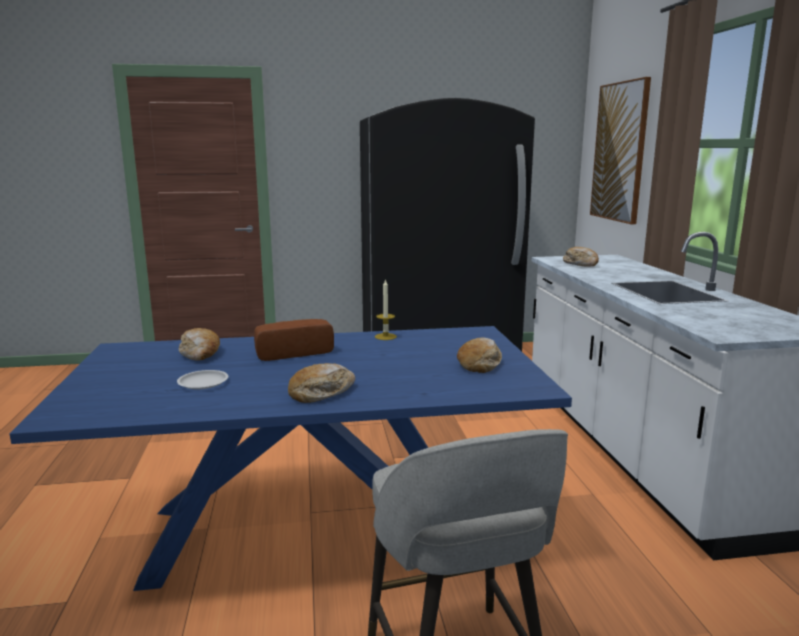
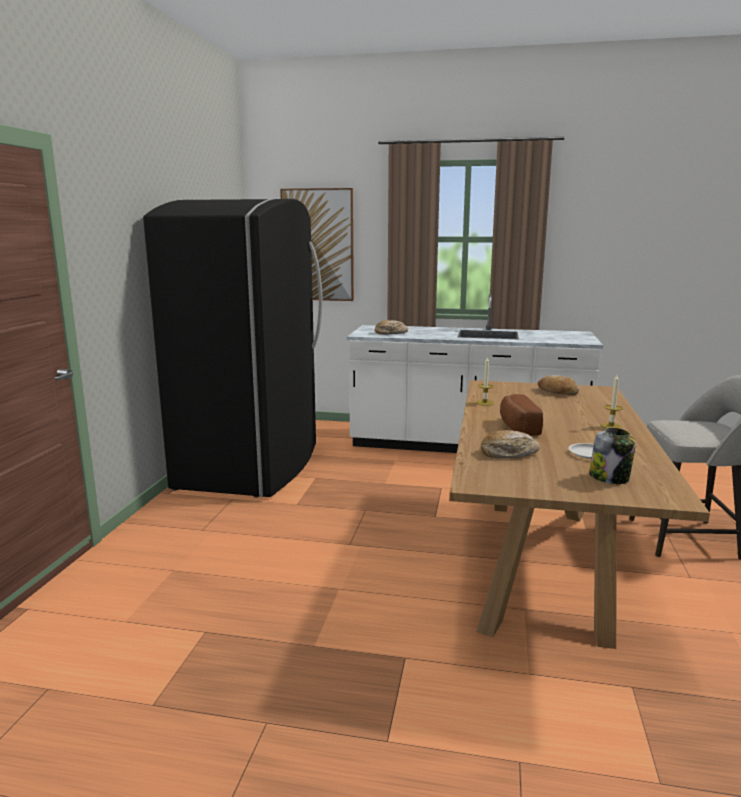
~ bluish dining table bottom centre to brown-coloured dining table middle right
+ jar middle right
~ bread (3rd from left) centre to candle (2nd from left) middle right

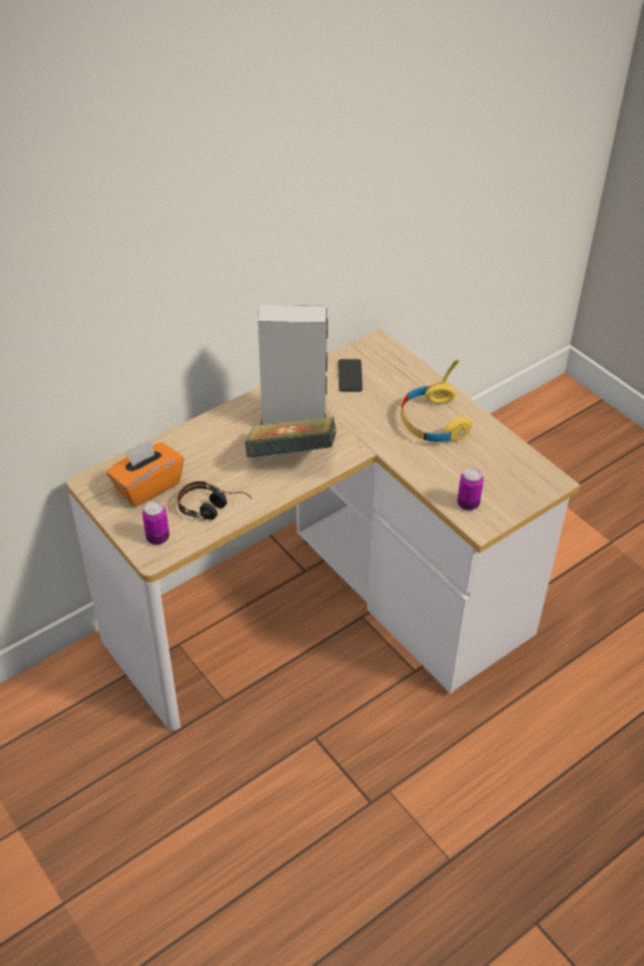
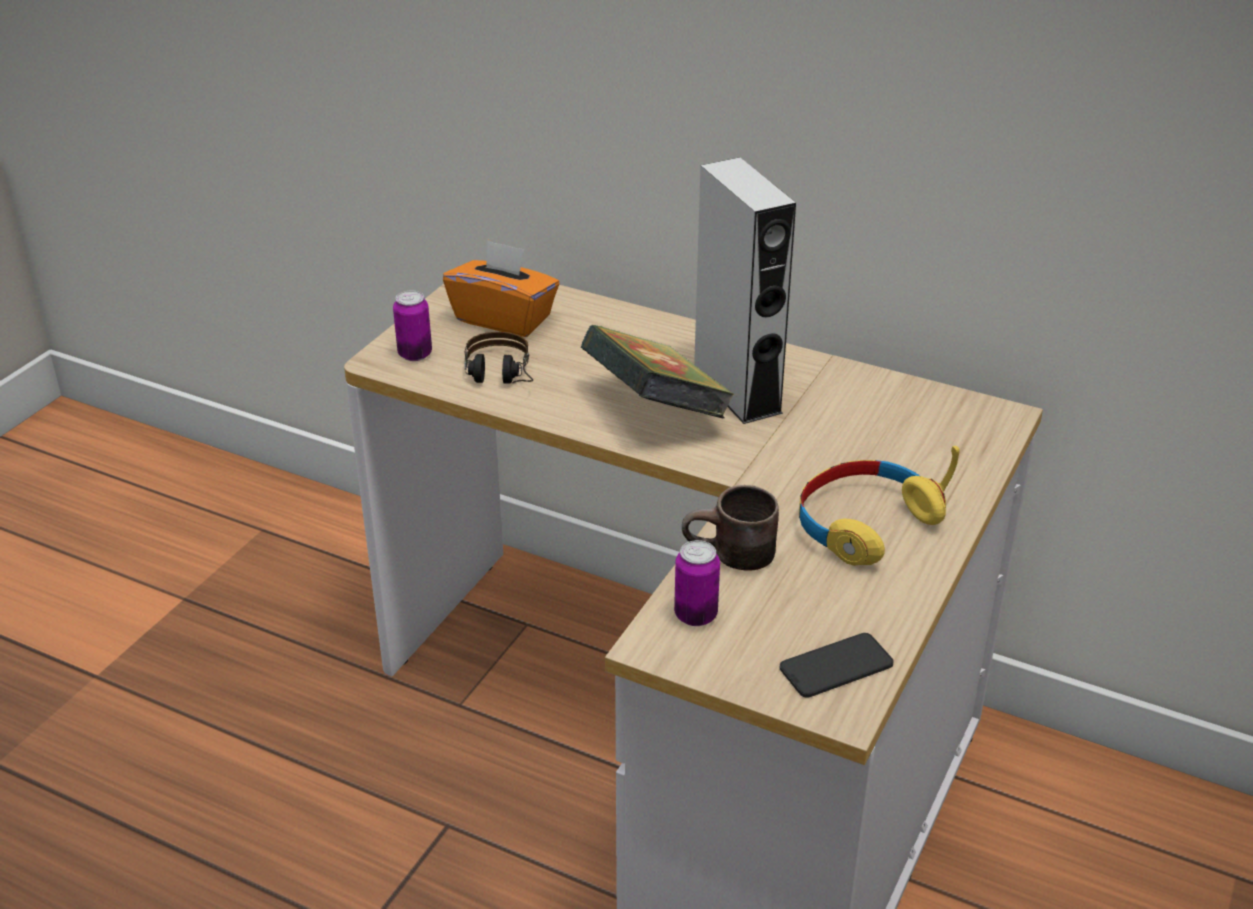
+ brown-coloured coffee mug centre
~ phone centre to bottom right

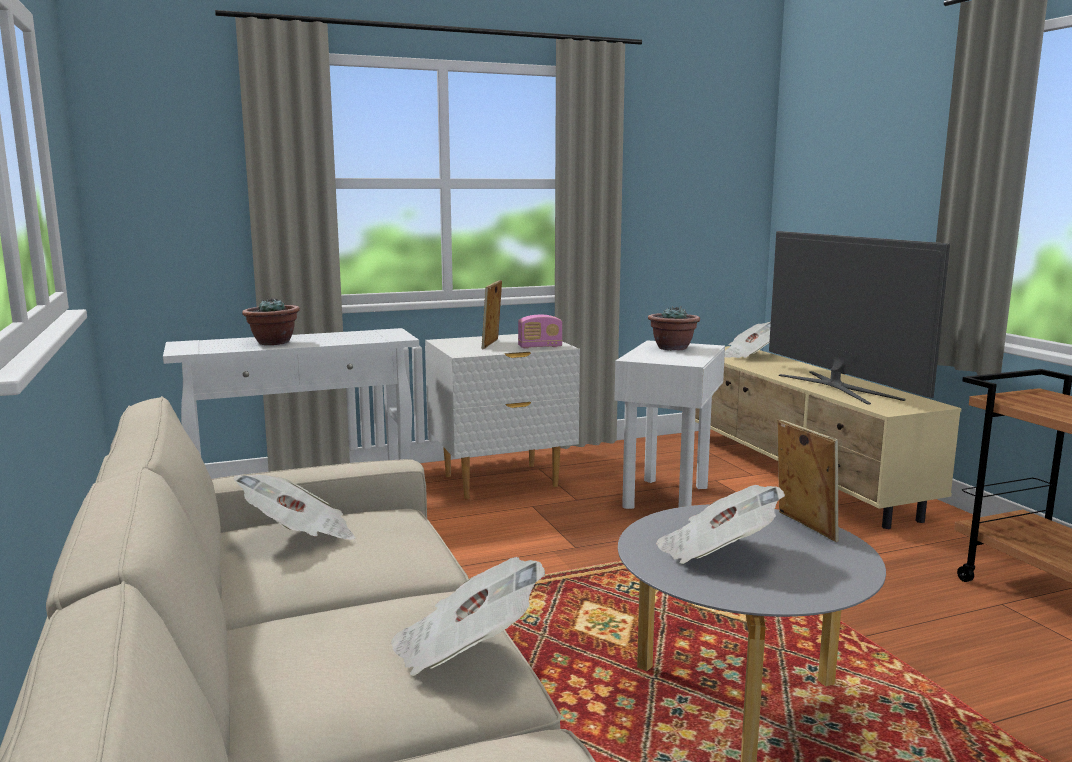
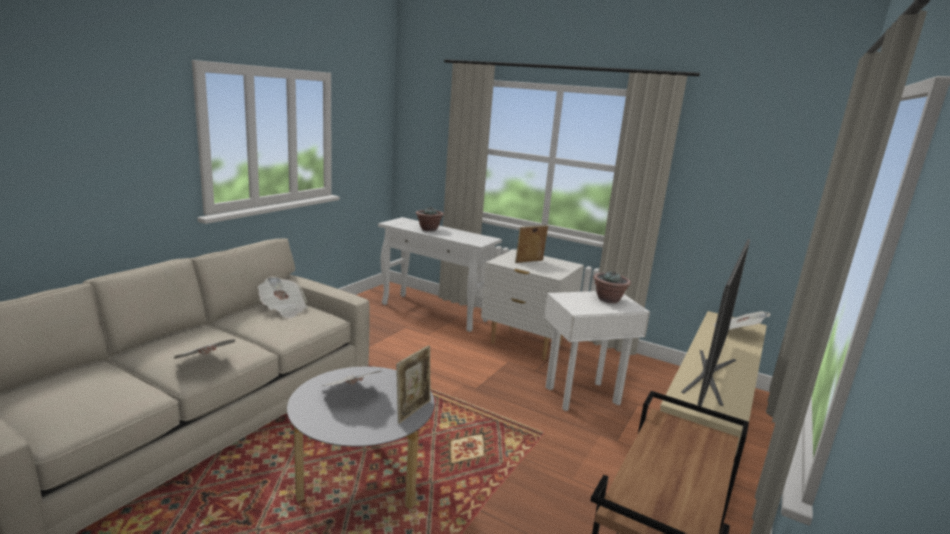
- radio centre

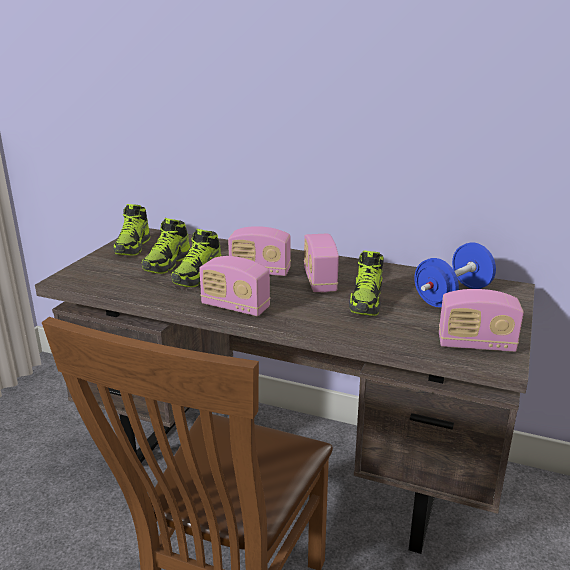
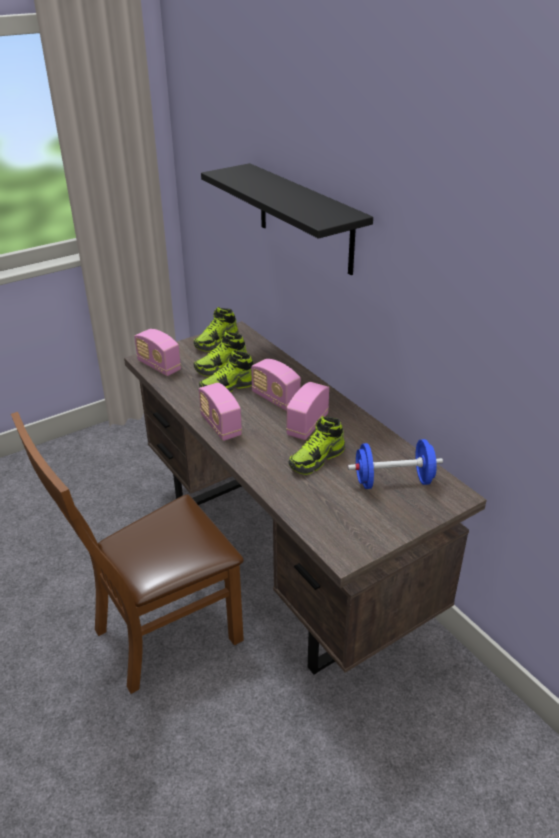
~ radio (4th from left in the first image) middle right to radio (1st from left) middle left
+ black shelf top centre

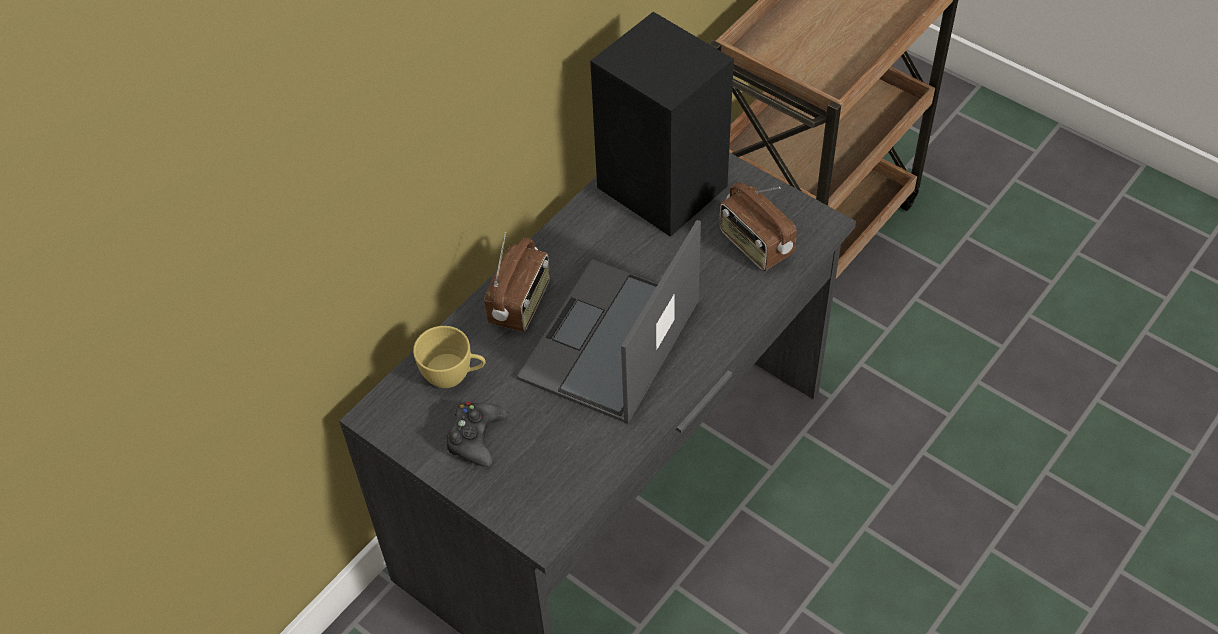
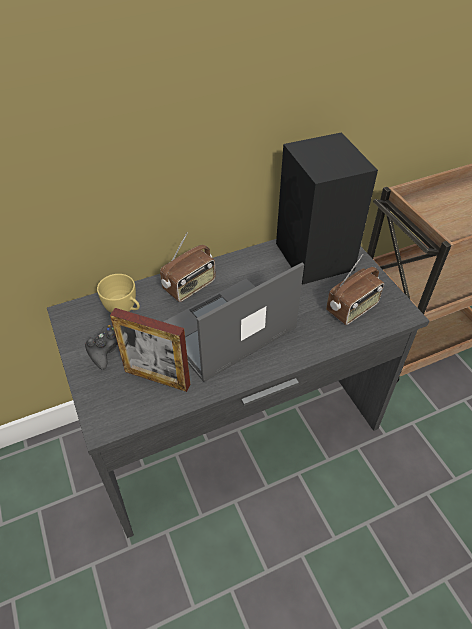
+ standing frame middle left
~ radio (2nd from left) centre = middle right 120 degrees counterclockwise

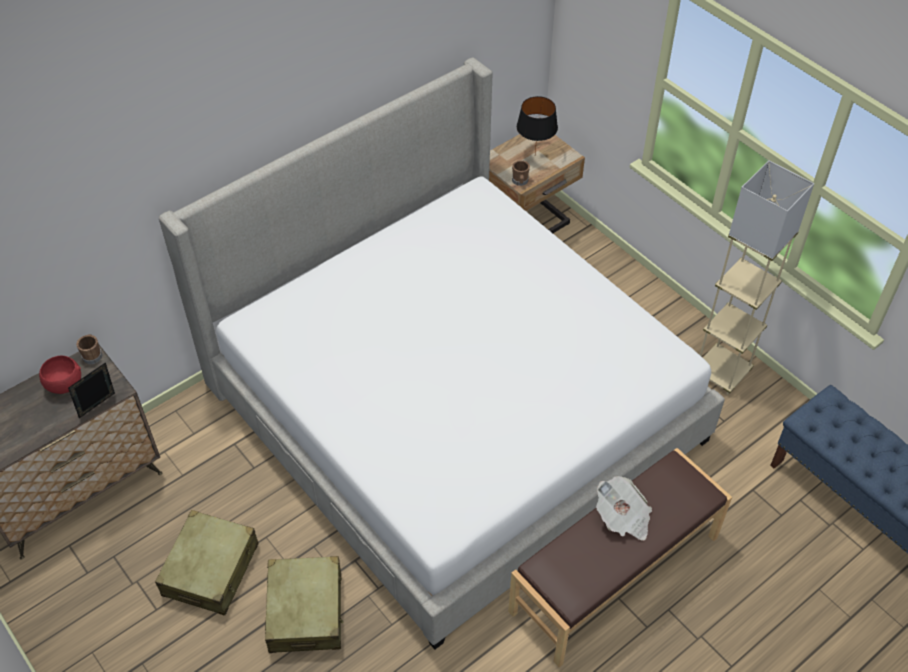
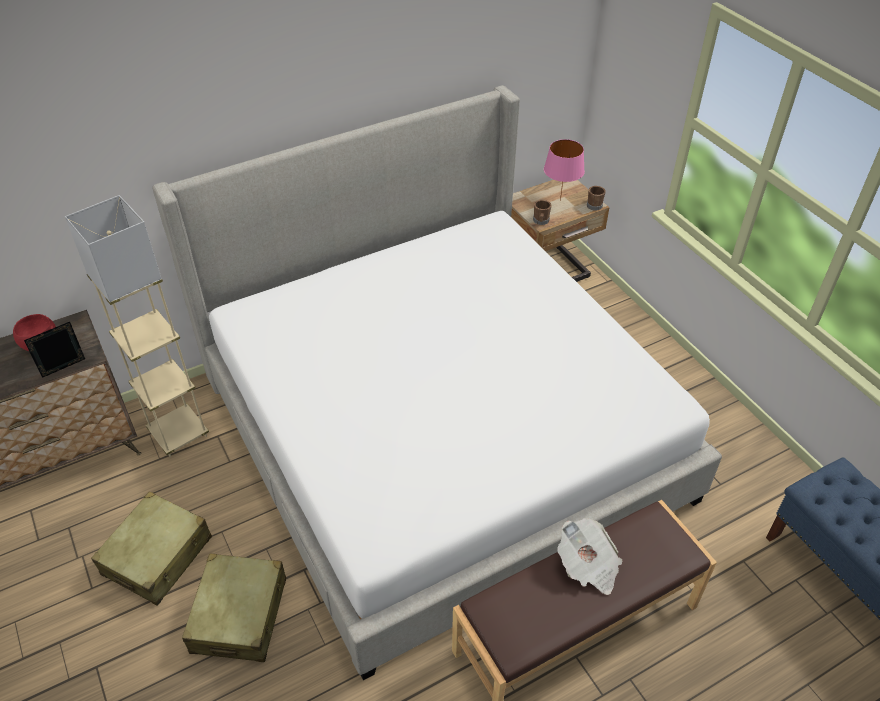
~ beige-coloured standard lamp middle right to middle left
~ black lamp for a table top centre to pink lamp for a table top centre
~ brown-coloured coffee mug (1st from left in the first image) middle left to brown-coloured coffee mug (2nd from left) top right

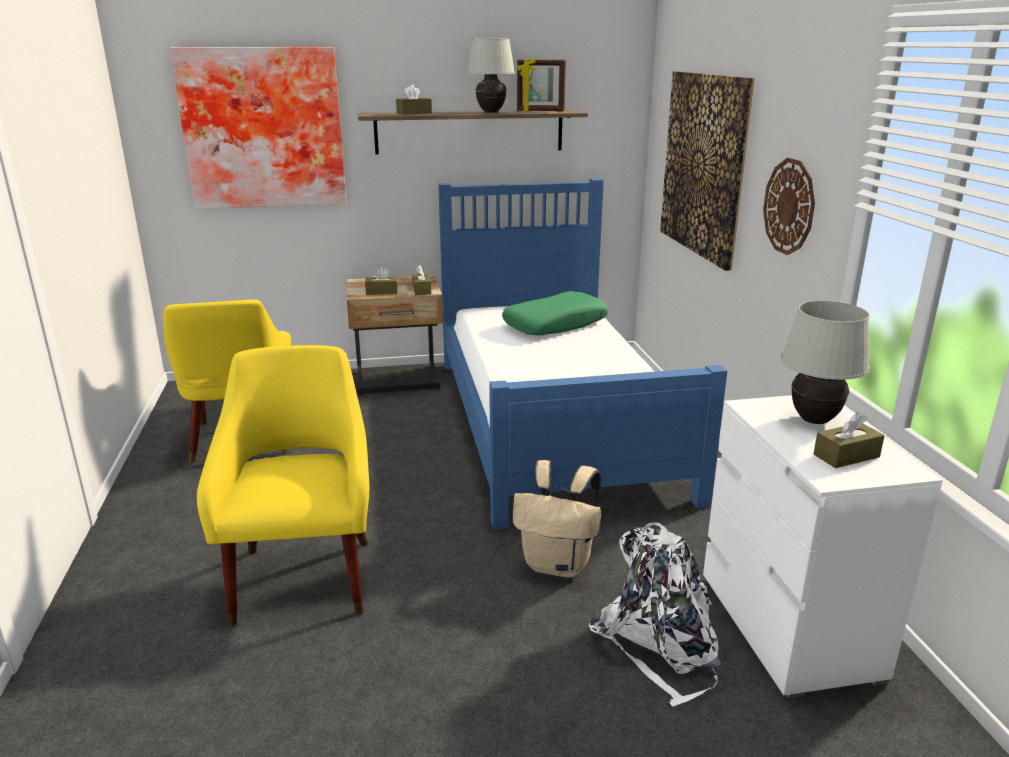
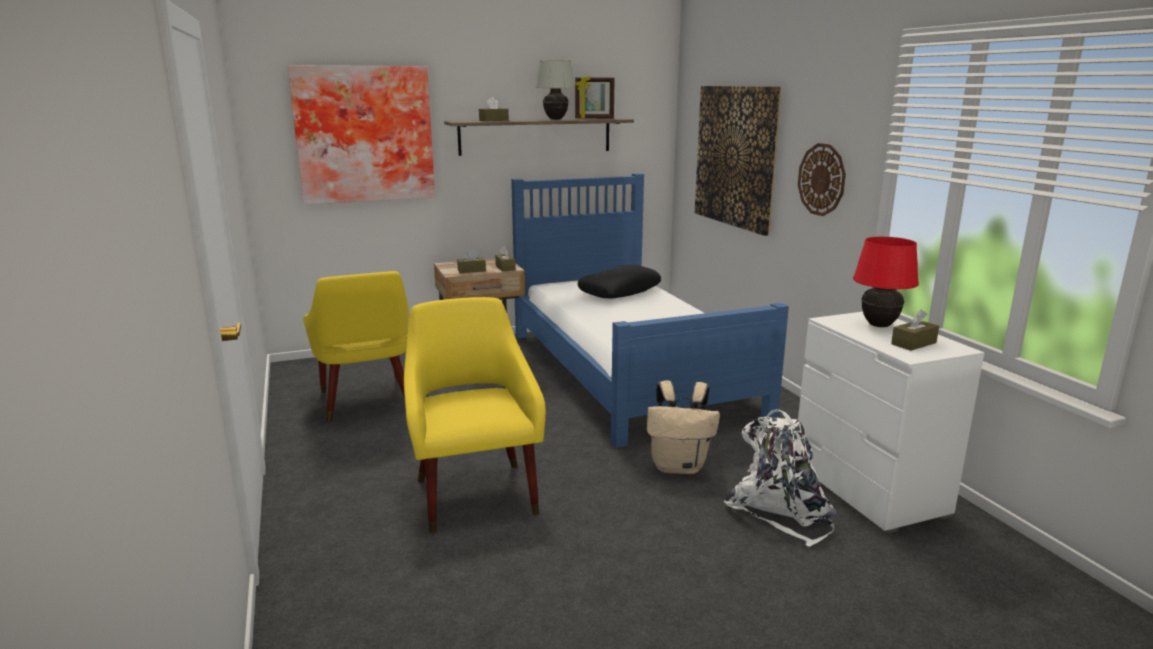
~ greenish throw pillow centre to black throw pillow centre
~ white-coloured lamp for a table (2nd from left) middle right to red lamp for a table middle right

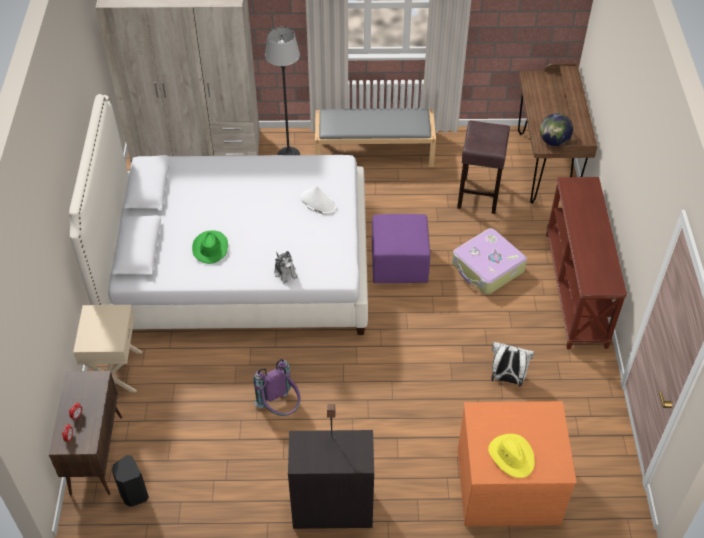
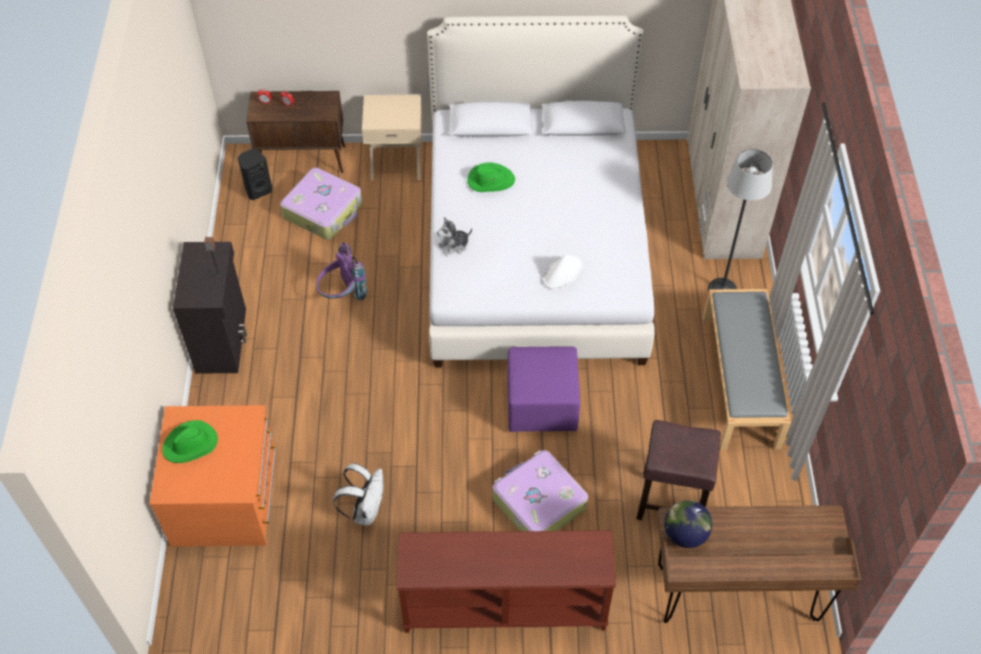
~ yellow-coloured hat bottom right to greenish hat (1st from left) bottom left
+ travel case (1st from left) top left

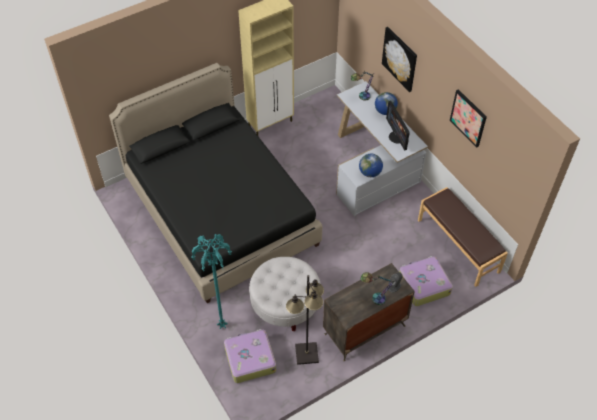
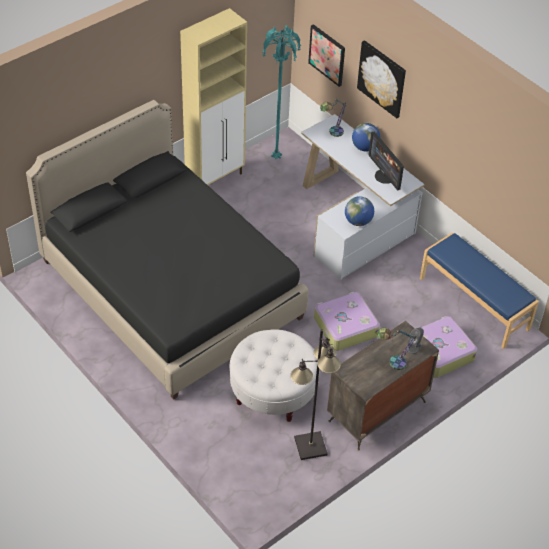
~ blue-green standard lamp bottom centre to top centre
~ wall art (2nd from left in the first image) top right to wall art (1st from left) top centre
~ travel case (1st from left) bottom centre to centre
~ brown-coloured indoor bench middle right to bluish indoor bench middle right

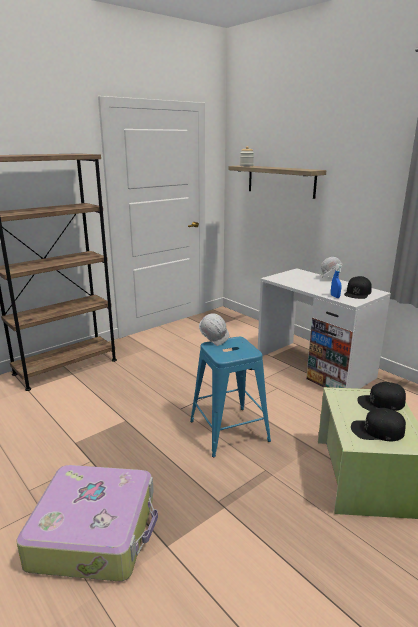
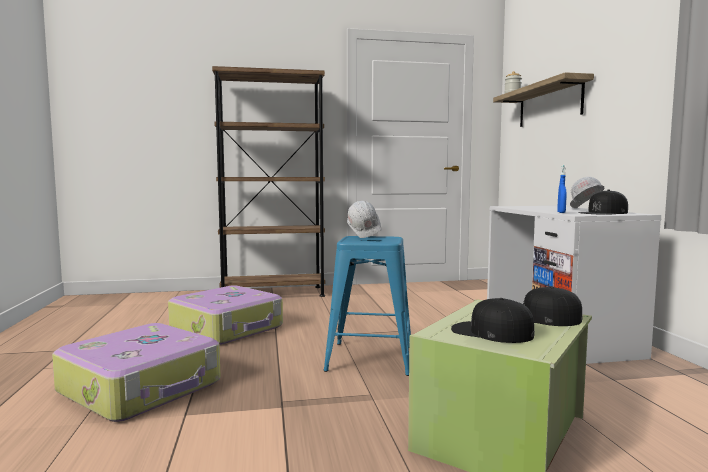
+ travel case (2nd from left) bottom left

